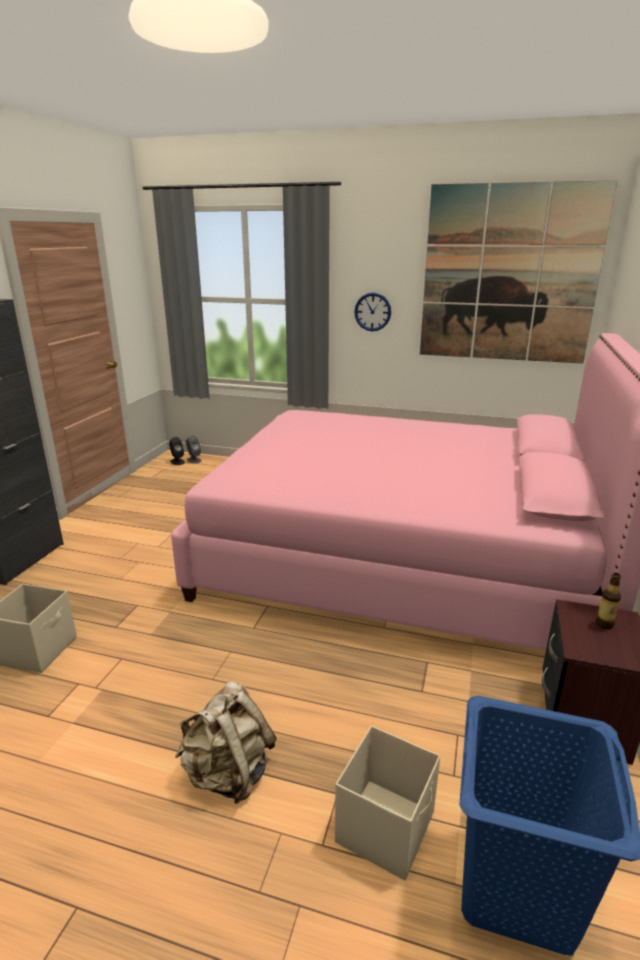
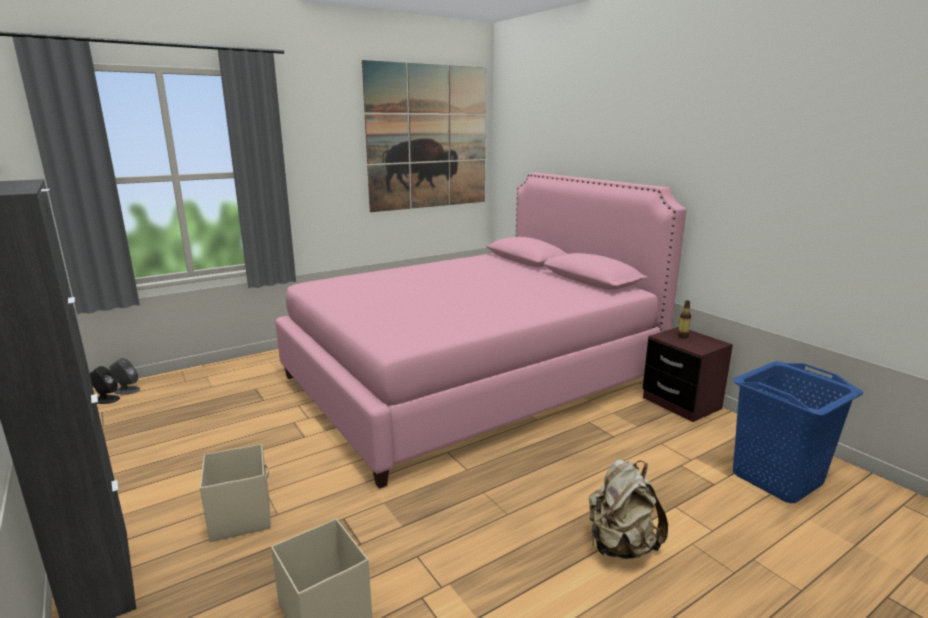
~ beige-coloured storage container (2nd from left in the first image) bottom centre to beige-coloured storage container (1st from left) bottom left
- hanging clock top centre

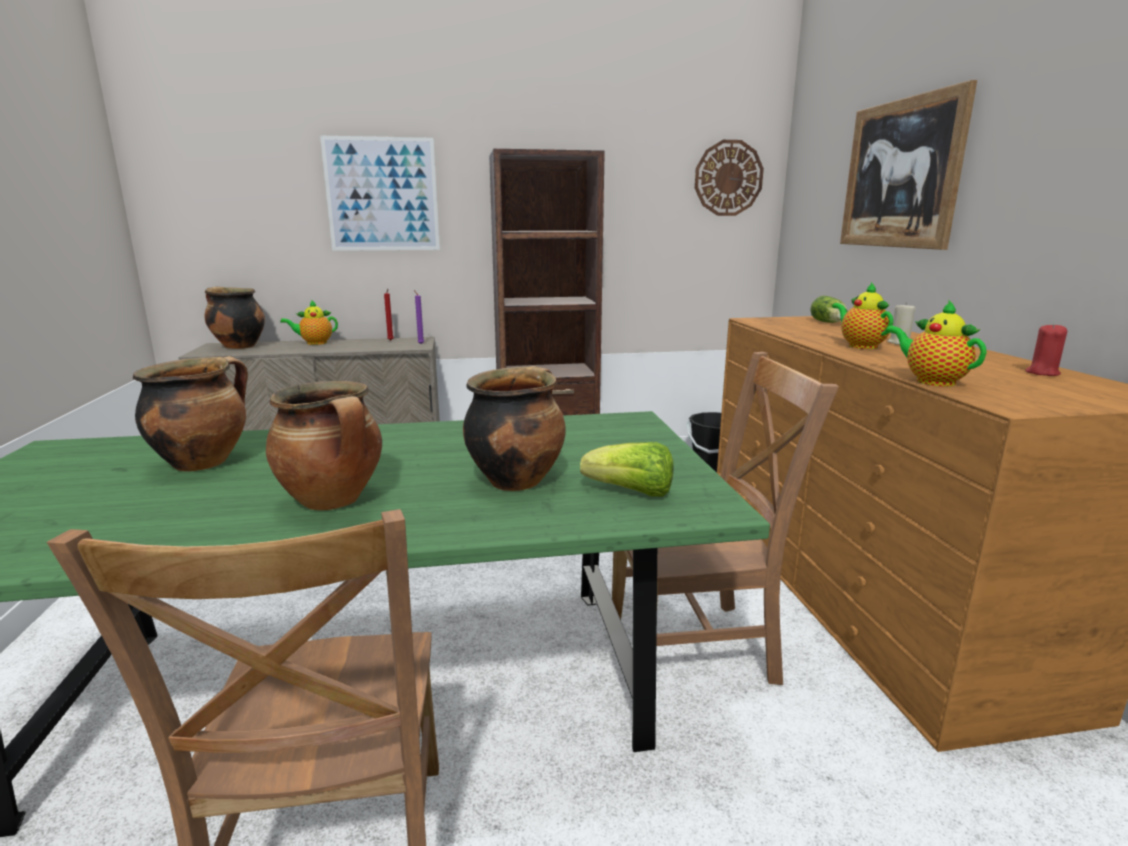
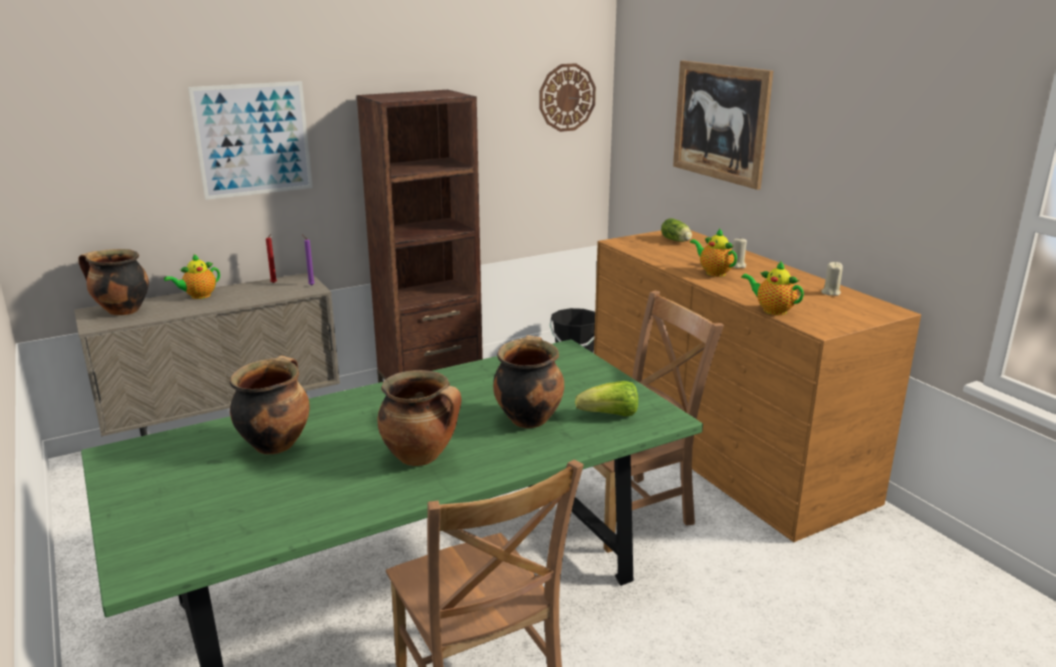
~ red candle (2nd from left) middle right to beige-coloured candle (2nd from left) middle right

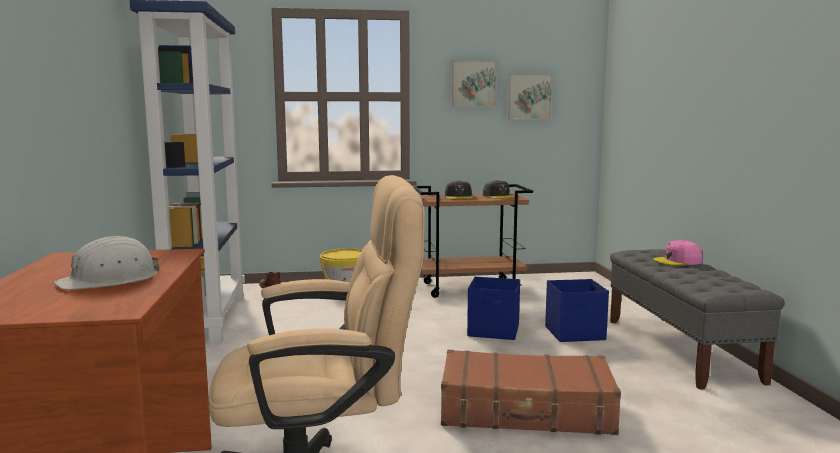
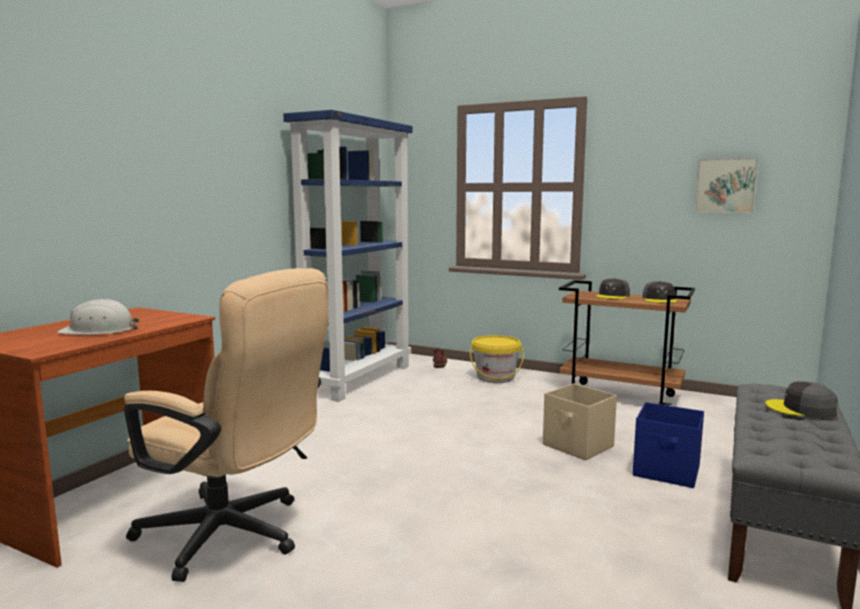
~ bluish storage container (1st from left) bottom centre to beige-coloured storage container bottom right
~ pink baseball cap middle right to gray baseball cap (3rd from left) middle right
- brown-coloured travel case bottom centre
- wall art (1st from left) top centre

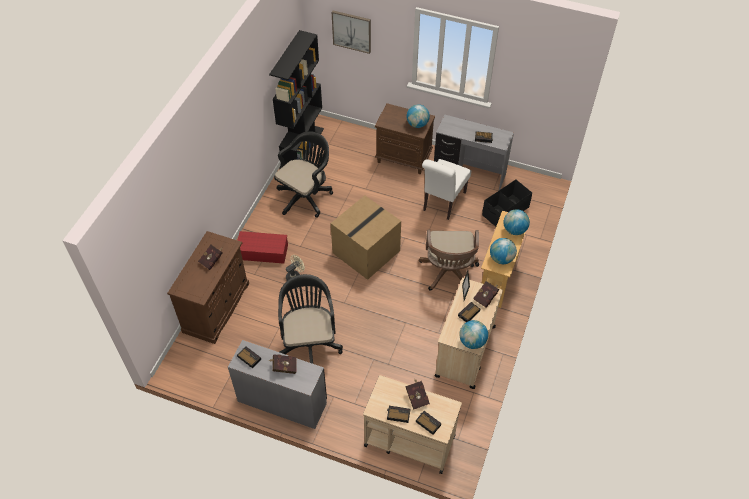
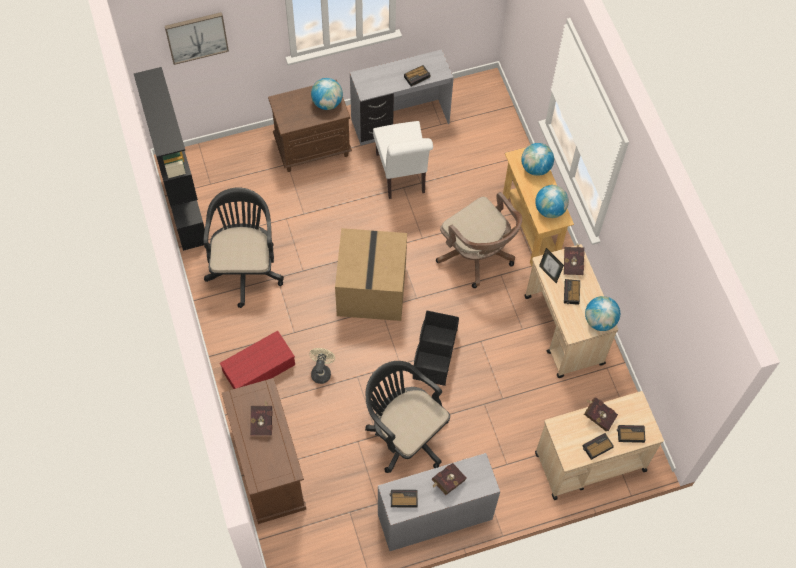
~ black storage container middle right to centre

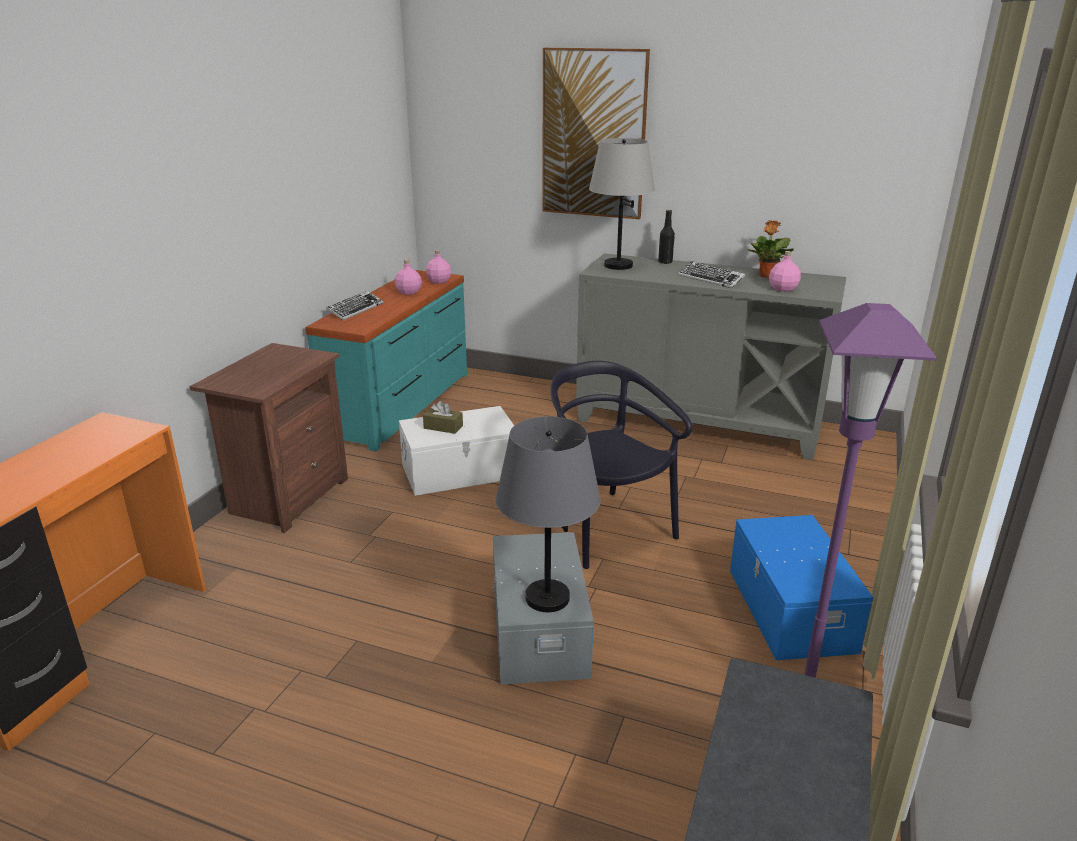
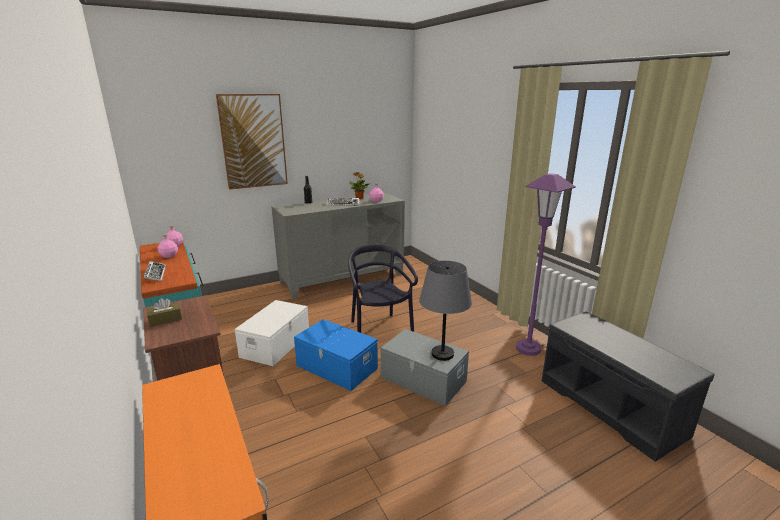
~ brown-coloured tissue holder centre to middle left
~ bluish storage container bottom right to bottom centre
~ black plain chair centre = centre 60 degrees clockwise
- gray lamp for a table (2nd from left) top centre

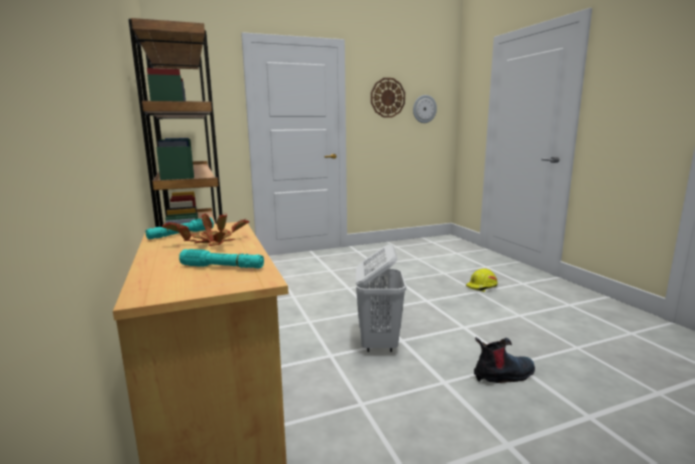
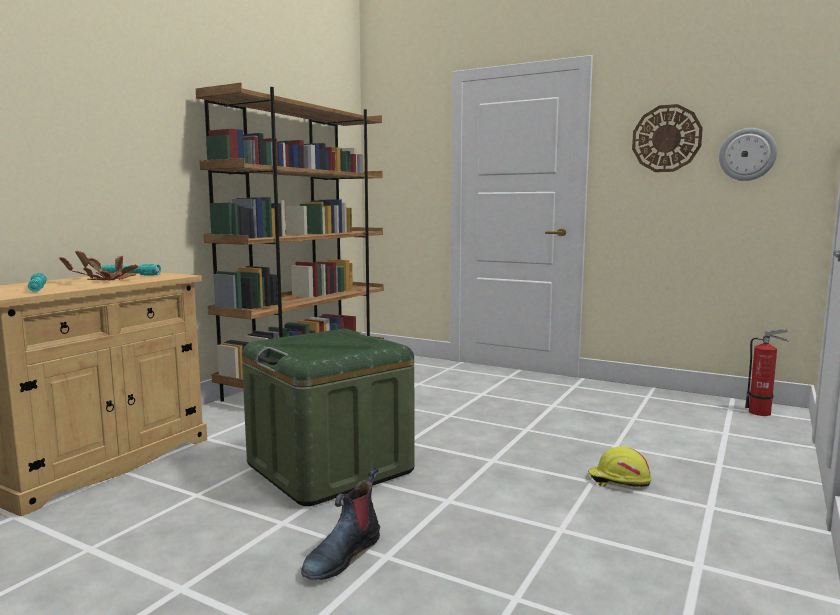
~ white-coloured washing basket centre to greenish storage container bottom centre
~ boot bottom right = bottom centre 90 degrees clockwise
+ extinguisher middle right

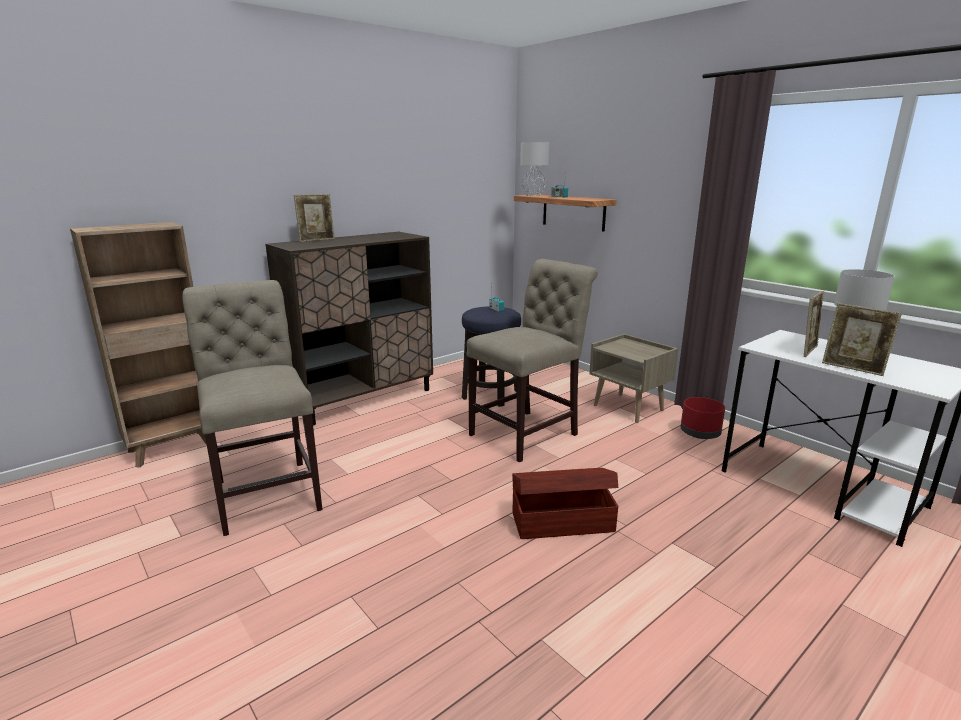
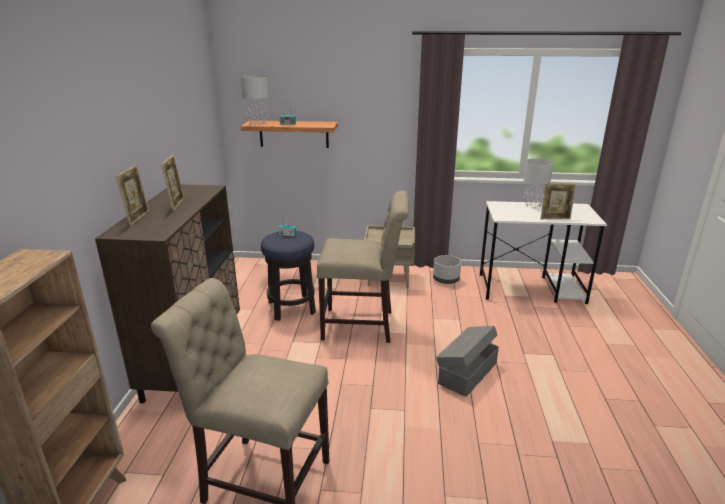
~ standing frame (2nd from left) middle right to middle left
~ beige-coloured plain chair (2nd from left) centre = centre 90 degrees clockwise
~ red plant pot middle right to gray plant pot centre
~ brown-coloured storage container bottom centre to gray storage container bottom centre

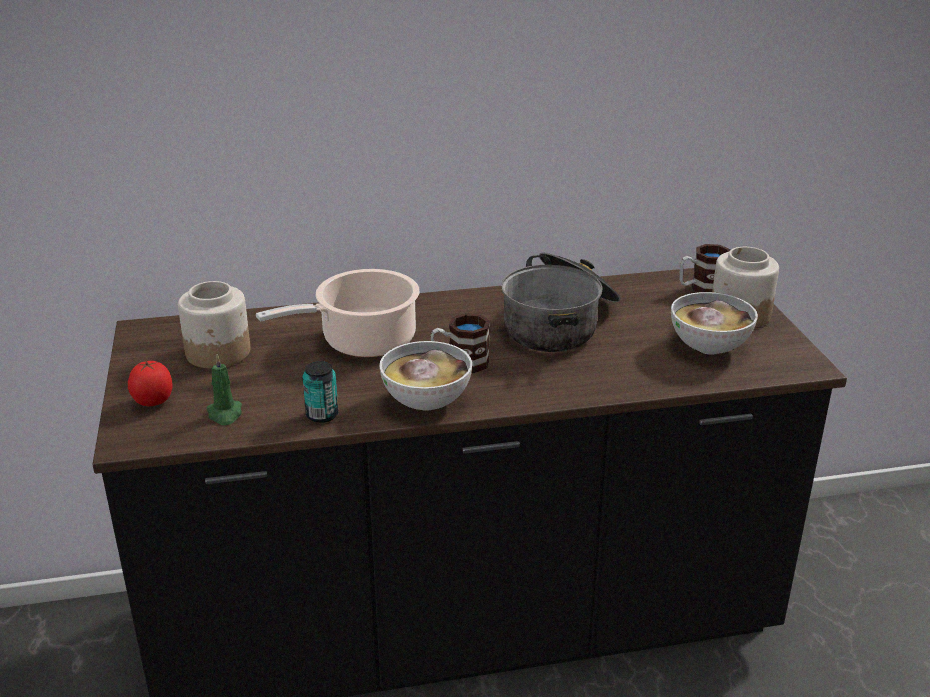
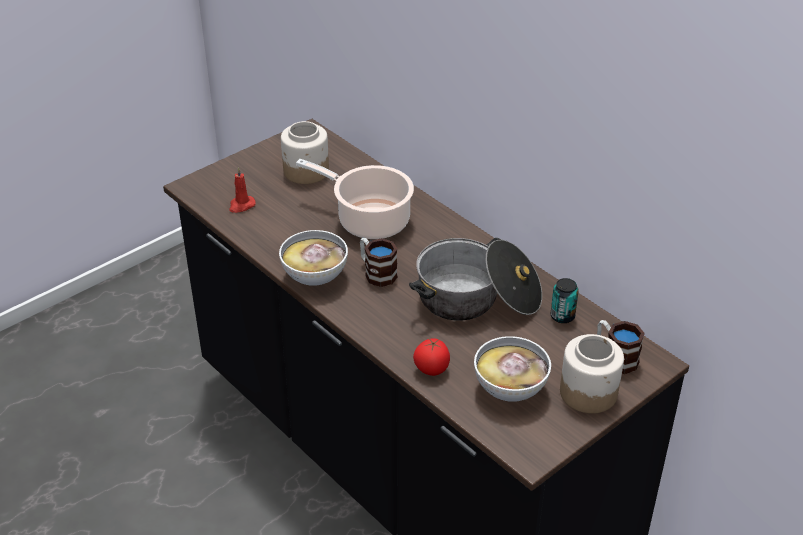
~ greenish candle middle left to red candle middle left
~ tomato middle left to bottom centre
~ can centre to middle right

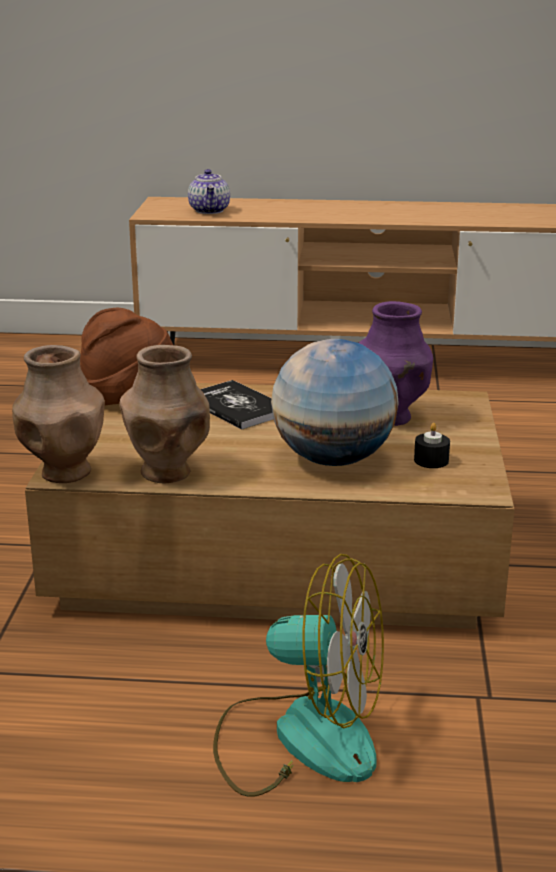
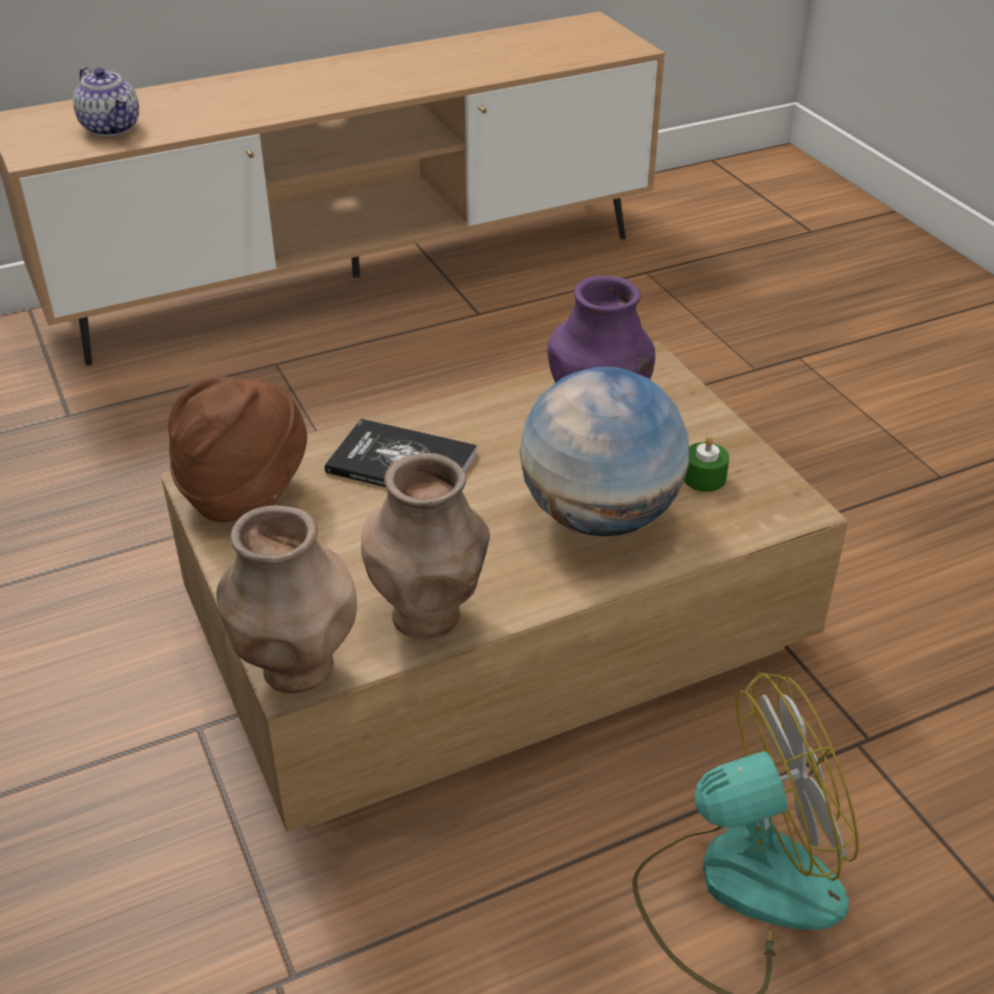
~ black candle middle right to greenish candle middle right

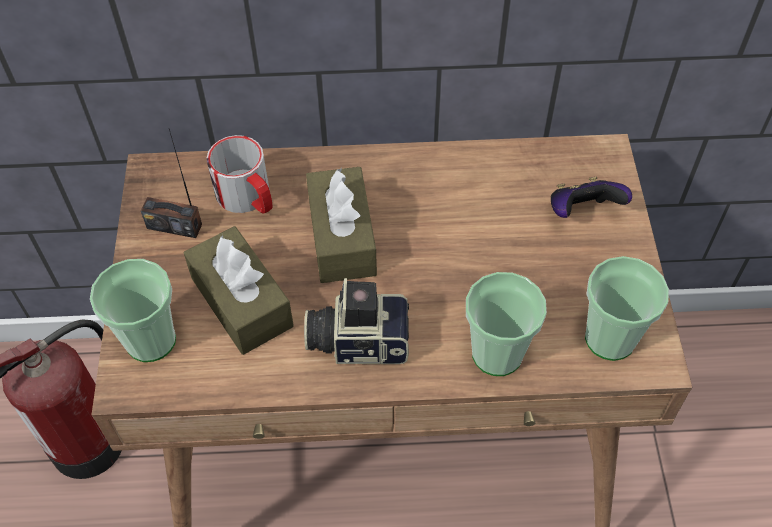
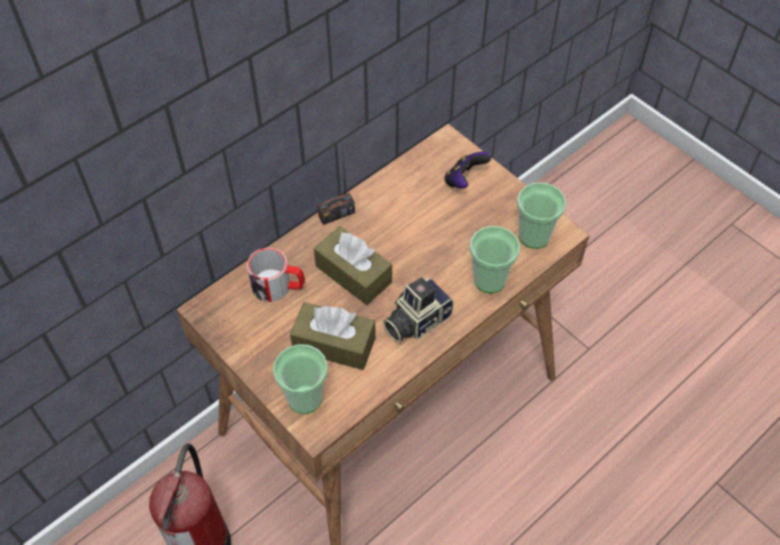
~ radio middle left to centre

